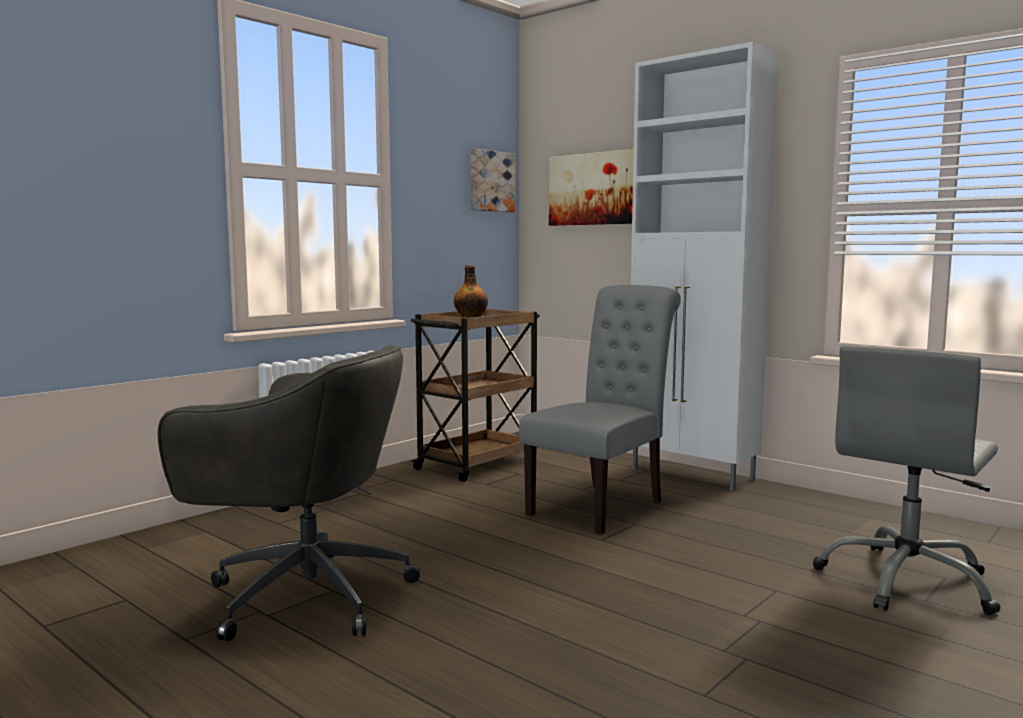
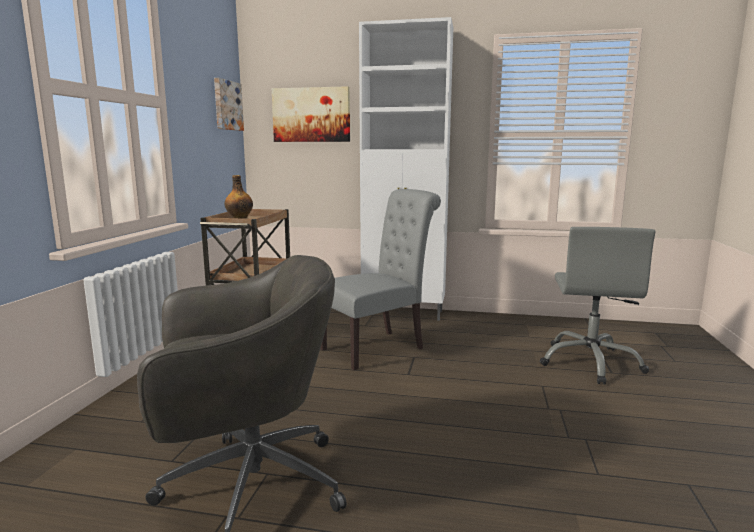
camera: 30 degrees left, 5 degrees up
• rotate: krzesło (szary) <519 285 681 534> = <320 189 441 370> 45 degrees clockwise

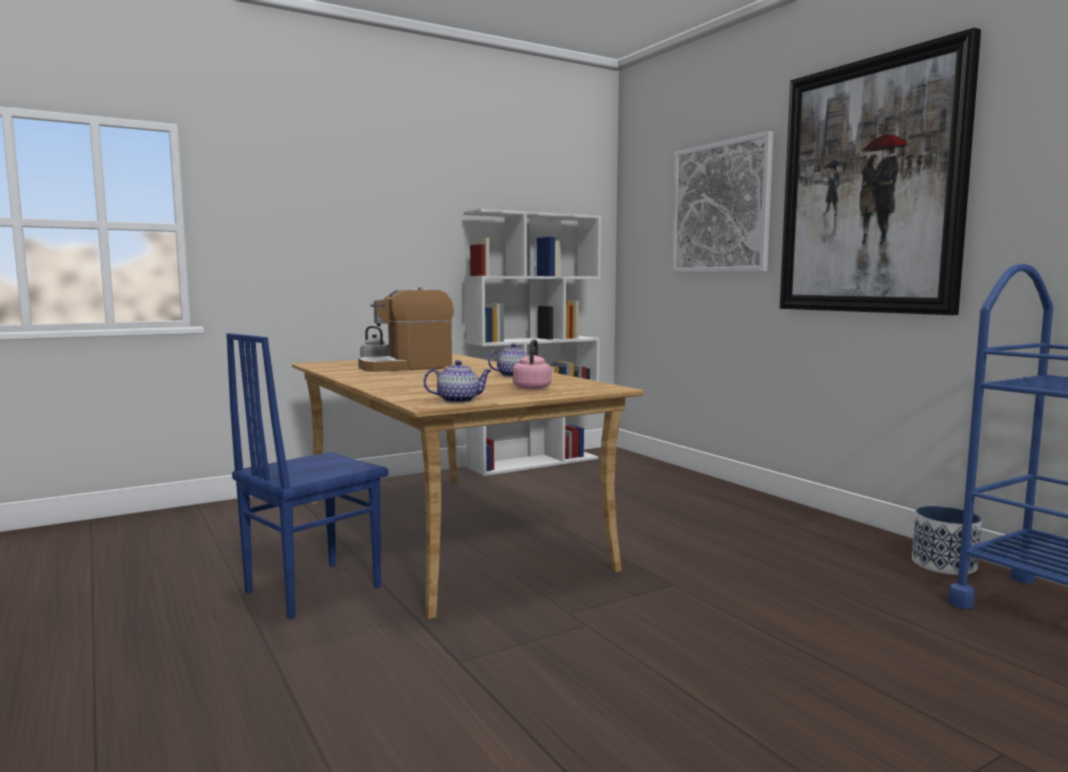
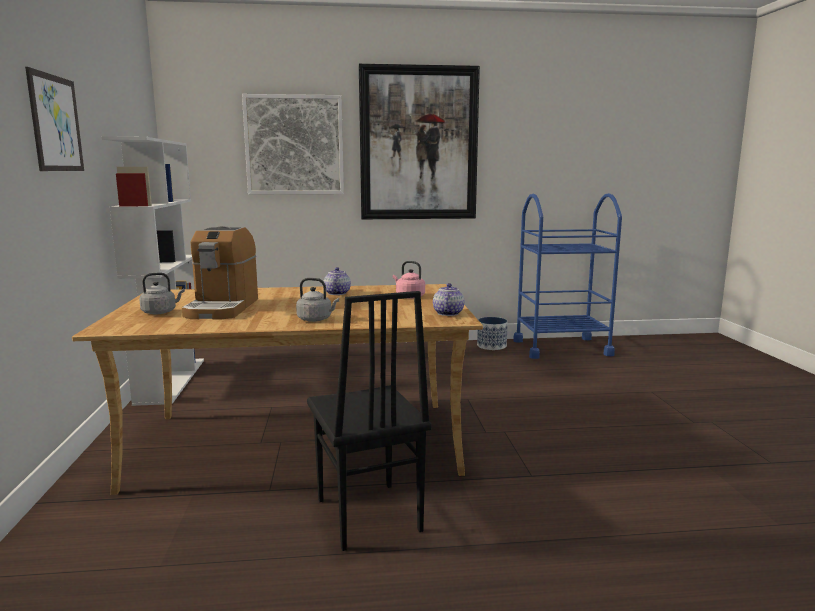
camera: 65 degrees left, 5 degrees up
• recolor: krzesło (niebieski) <226 333 388 619> to krzesło (czarny) <307 291 431 551>
• insert: obraz <25 67 84 171>
• insert: czajnik (szary) <296 278 339 322>

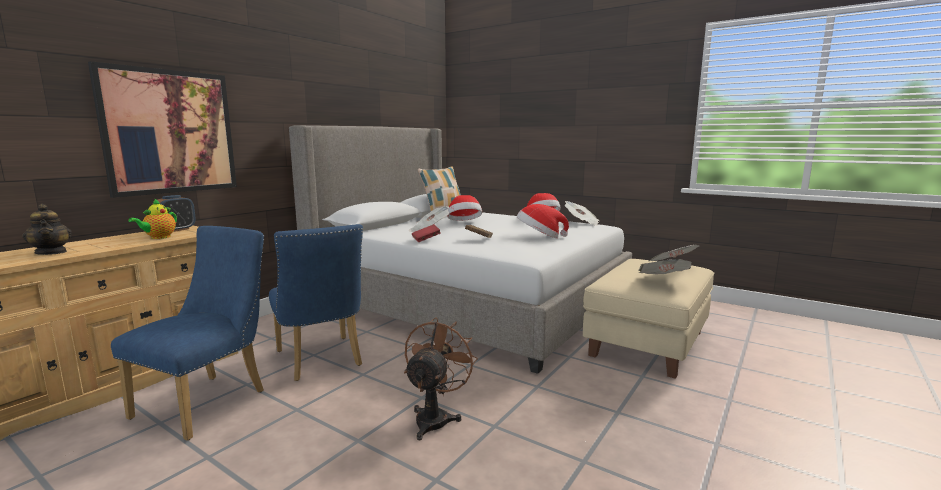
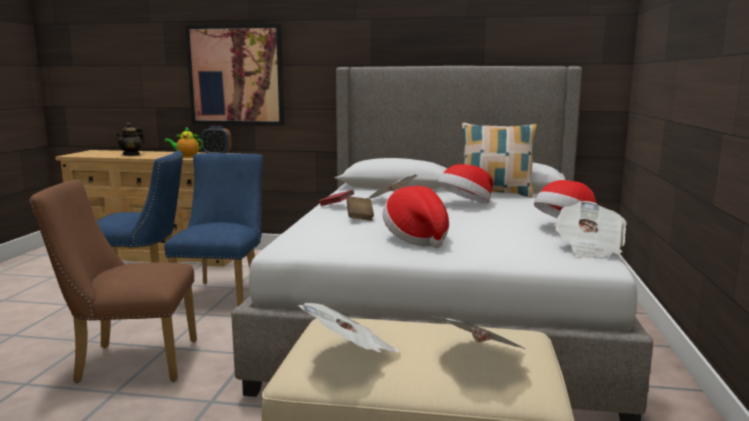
camera: 65 degrees right, 0 degrees up
• rotate: krzesło (niebieski) <269 224 363 381> = <164 153 263 306> 150 degrees clockwise
• replace: wentylator (brązowy) <404 317 478 440> to krzesło (brązowy) <29 179 197 383>

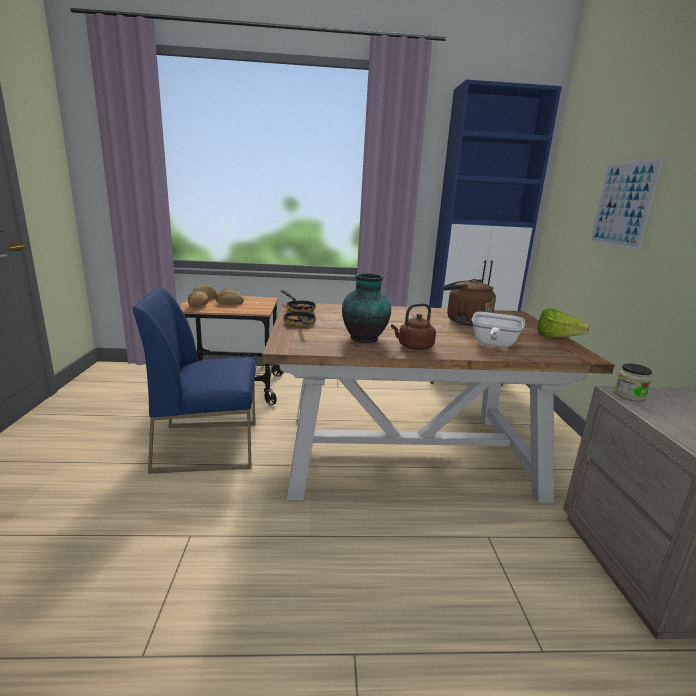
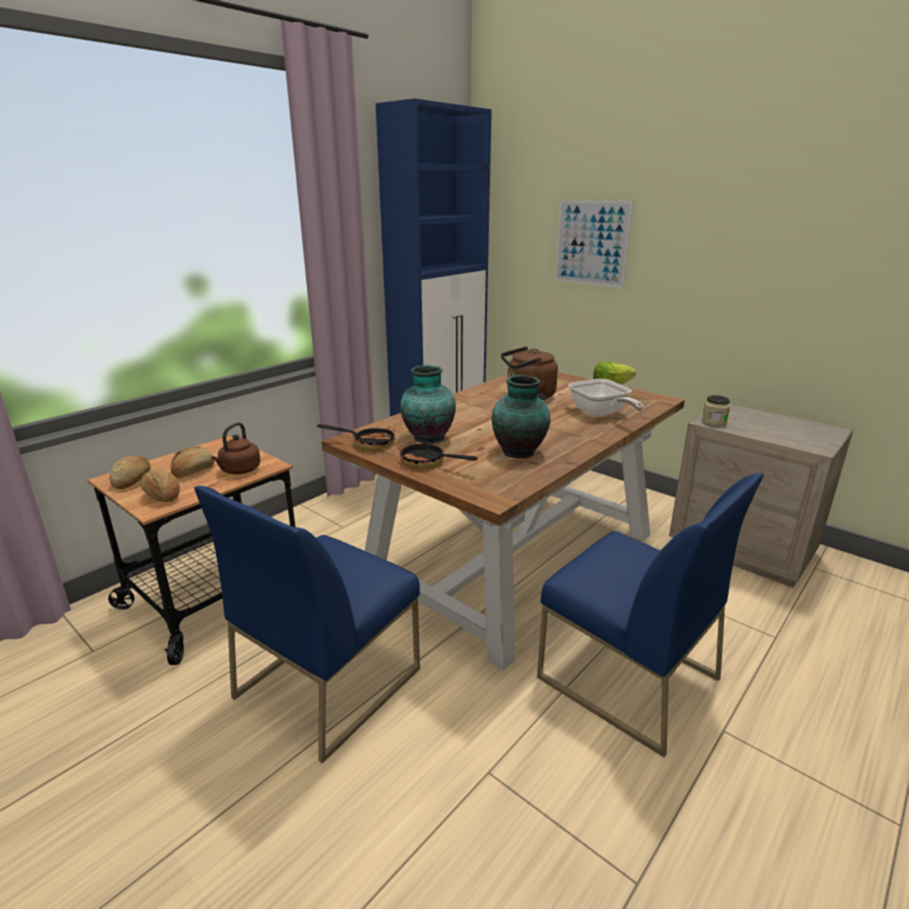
camera: 45 degrees left, 5 degrees up
• move: czajnik (brązowy) <391 303 436 350> to <212 422 261 474>
• insert: wazon <400 365 456 444>
• insert: krzesło (niebieski) <537 473 764 757>

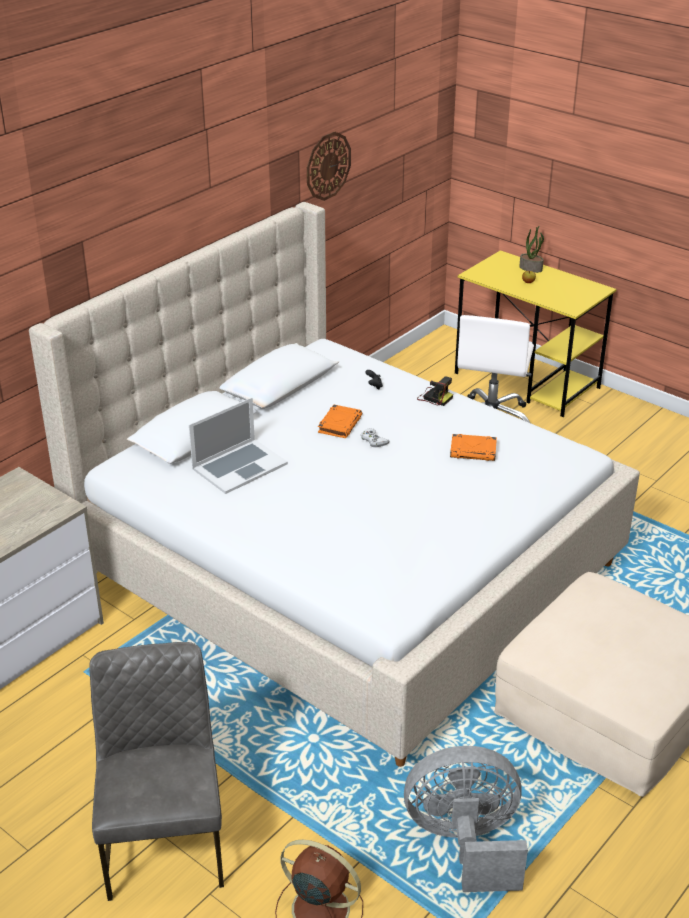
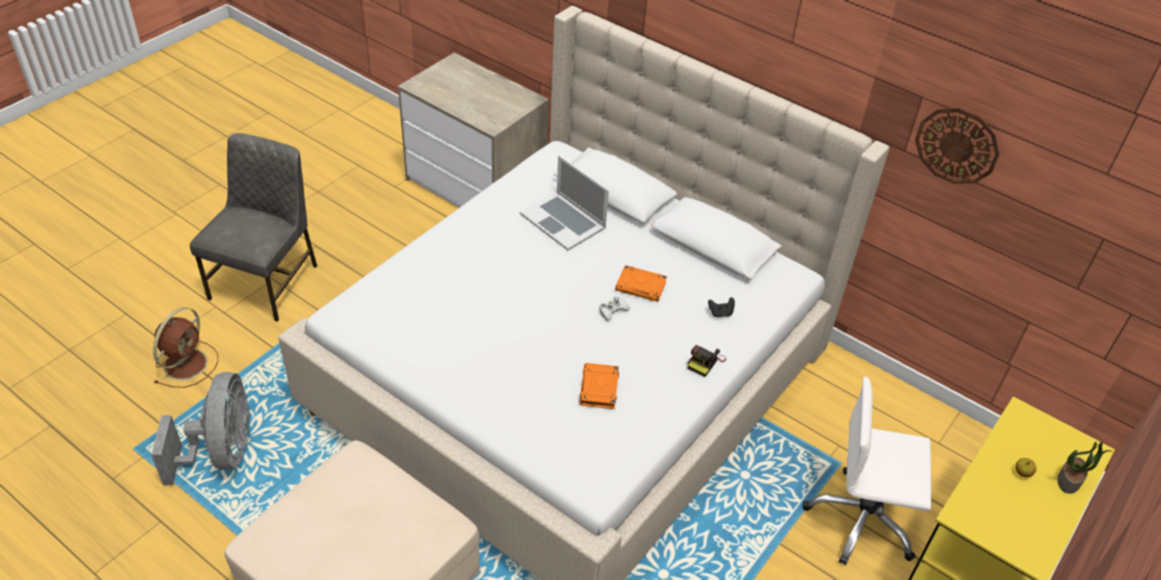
camera: 85 degrees right, 10 degrees up
• rotate: krzesło (szary) <89 642 224 901> = <190 133 317 322> 60 degrees counterclockwise

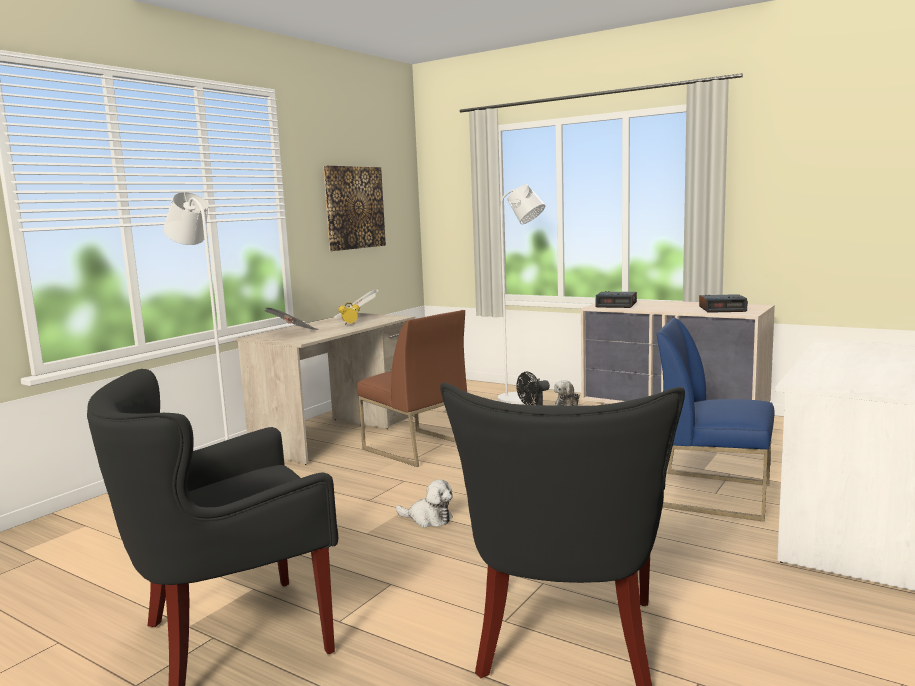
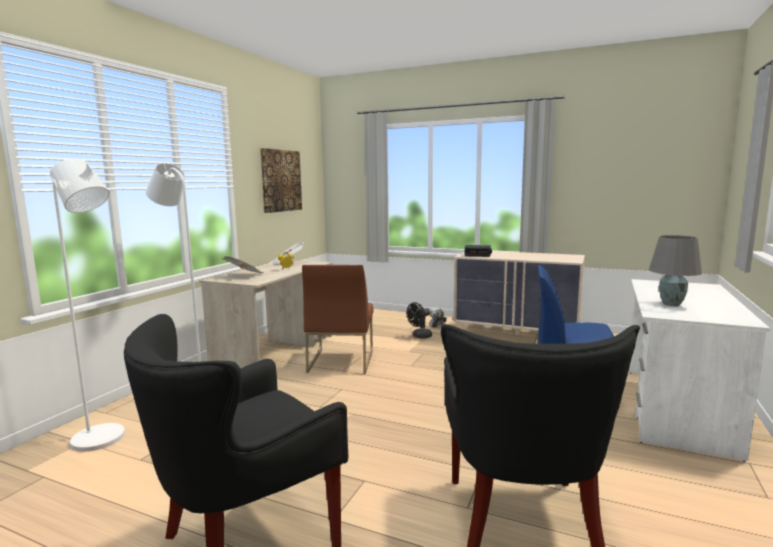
camera: 10 degrees left, 0 degrees up
• rotate: krzesło (brązowy) <357 310 467 467> = <302 265 374 374> 60 degrees clockwise
• delete: pluszak <396 479 453 527>
• move: lampa stojąca (biały) <498 184 545 404> to <50 158 125 452>
• delete: budzik <699 294 748 313>
• insert: lampa stołowa (szary) <649 235 702 306>

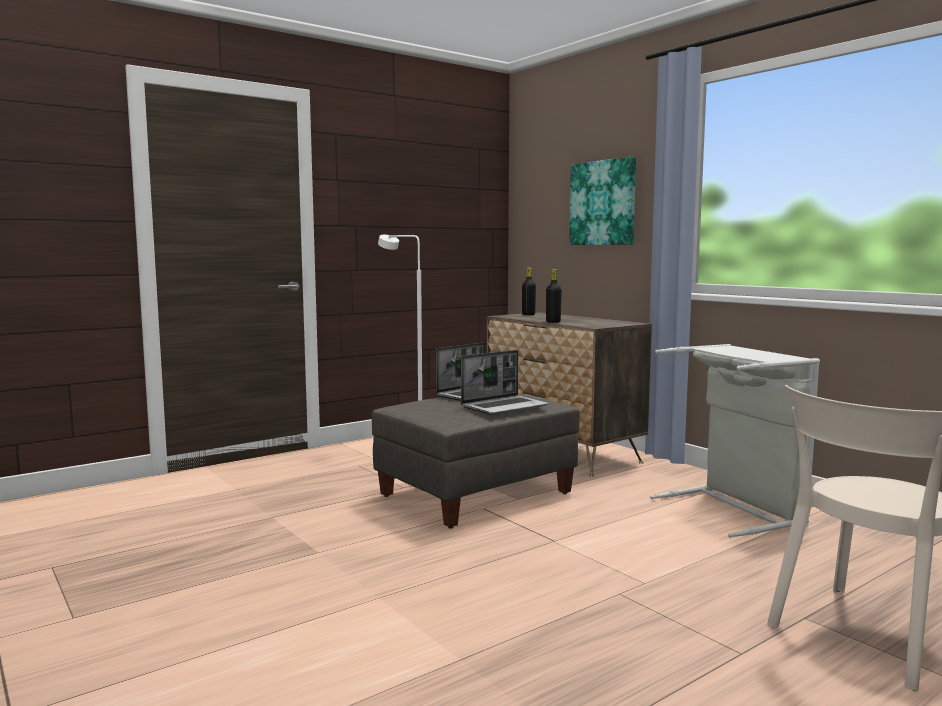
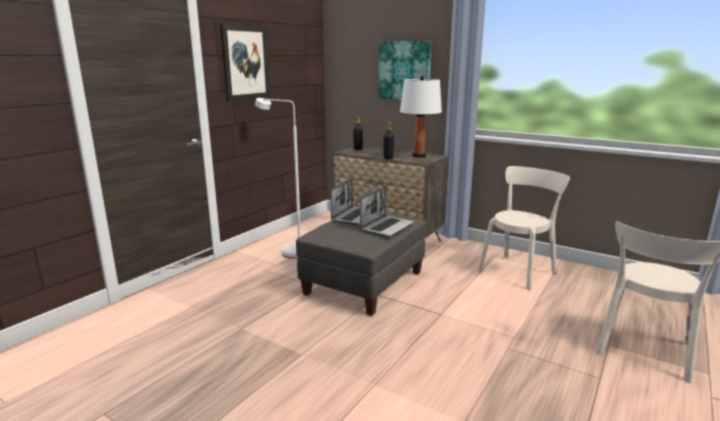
camera: 20 degrees left, 10 degrees up
• replace: kosz na pranie (szary) <650 344 820 538> to krzesło (beżowy) <477 166 570 290>
• insert: obraz <220 24 271 101>
• insert: lampa stołowa (biały) <400 76 442 157>

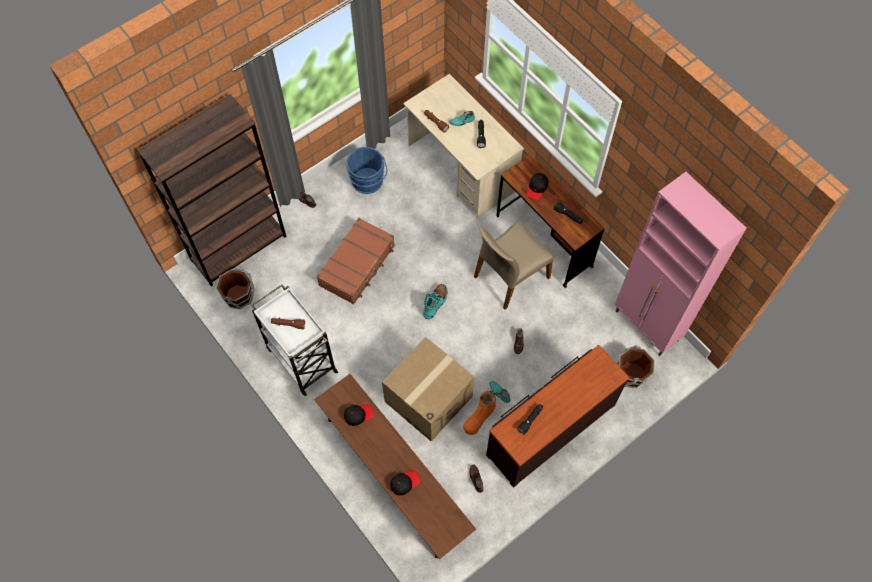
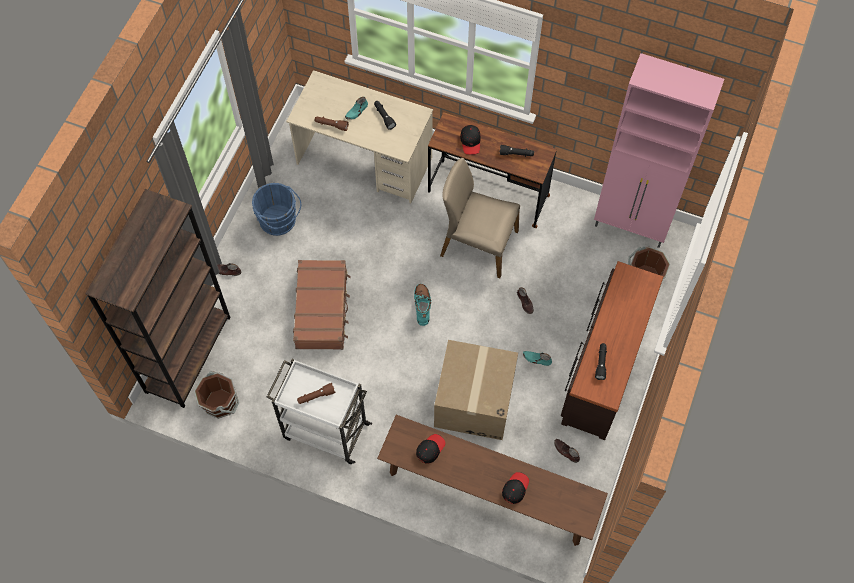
camera: 30 degrees left, 0 degrees up
• delete: but z cholewką (pomarańczowy) <463 391 496 435>
• rotate: krzesło (beżowy) <474 221 553 310> = <440 158 520 278> 90 degrees clockwise

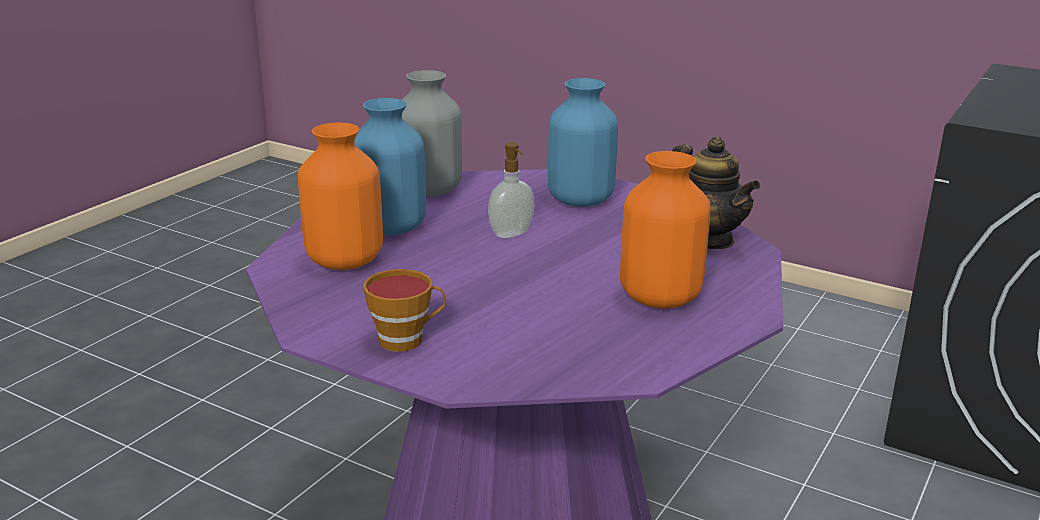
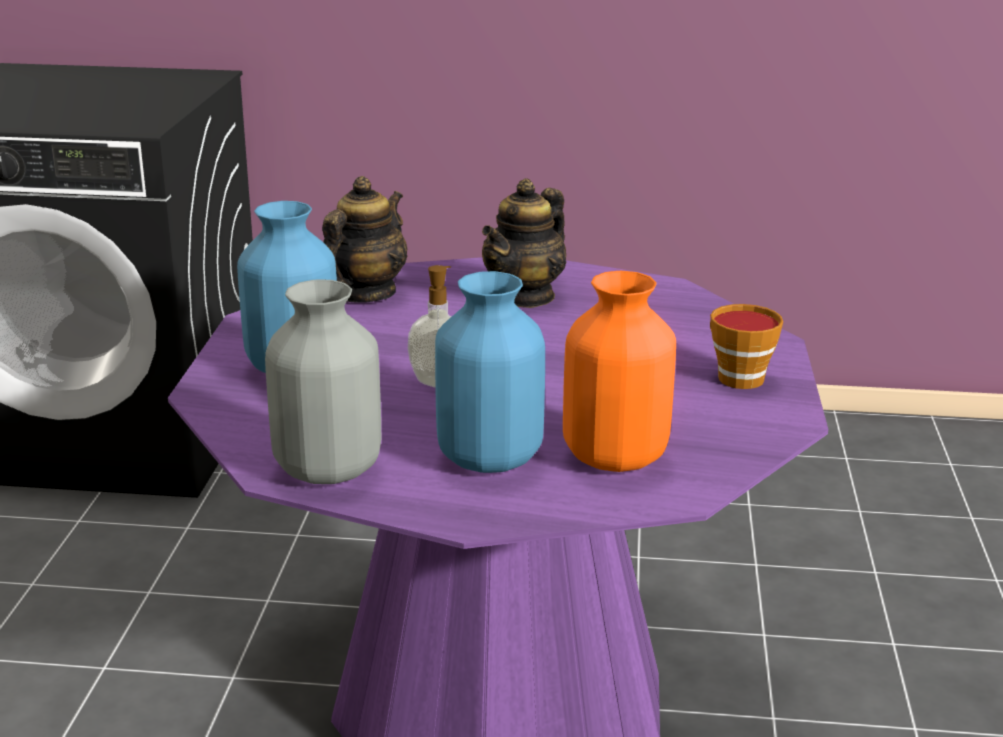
camera: 115 degrees left, 0 degrees up
• replace: wazon (pomarańczowy) <620 151 711 309> to imbryk <482 178 566 308>

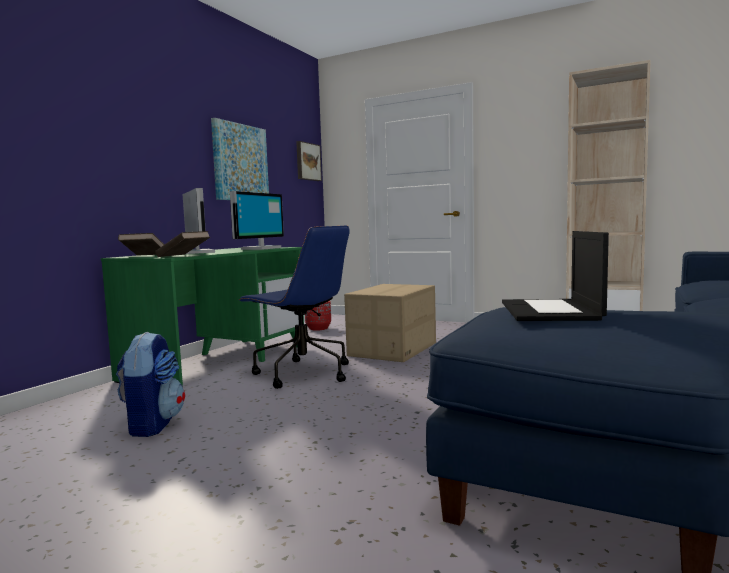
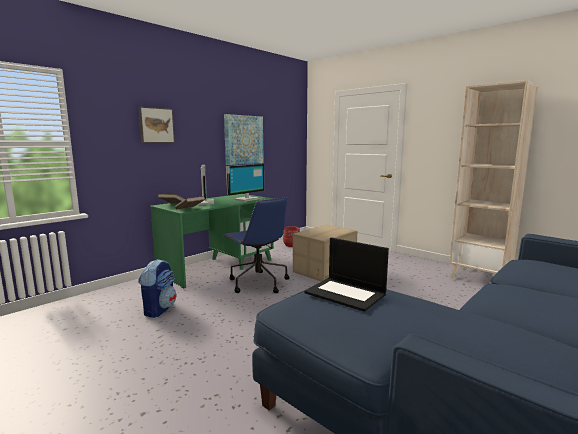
camera: 15 degrees right, 5 degrees up
• move: obraz <296 141 322 181> to <139 107 175 143>
• rotate: laptop <502 231 609 321> = <304 237 389 312> 75 degrees counterclockwise

